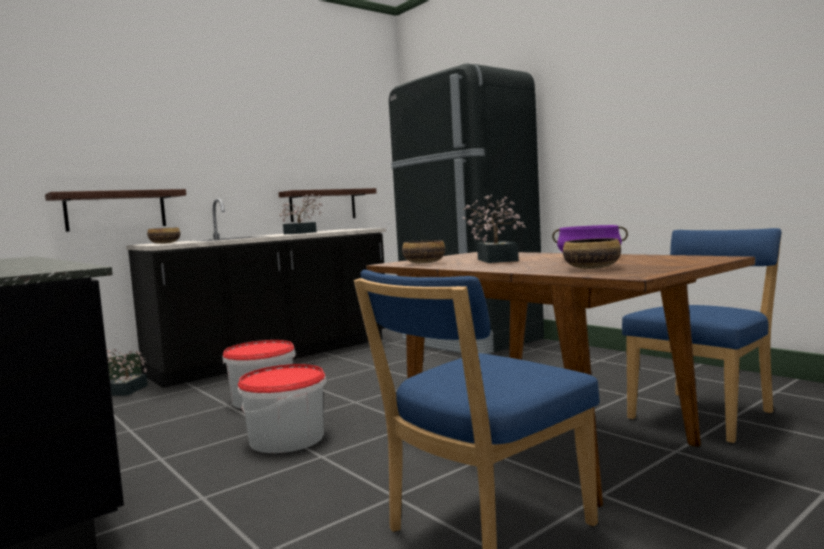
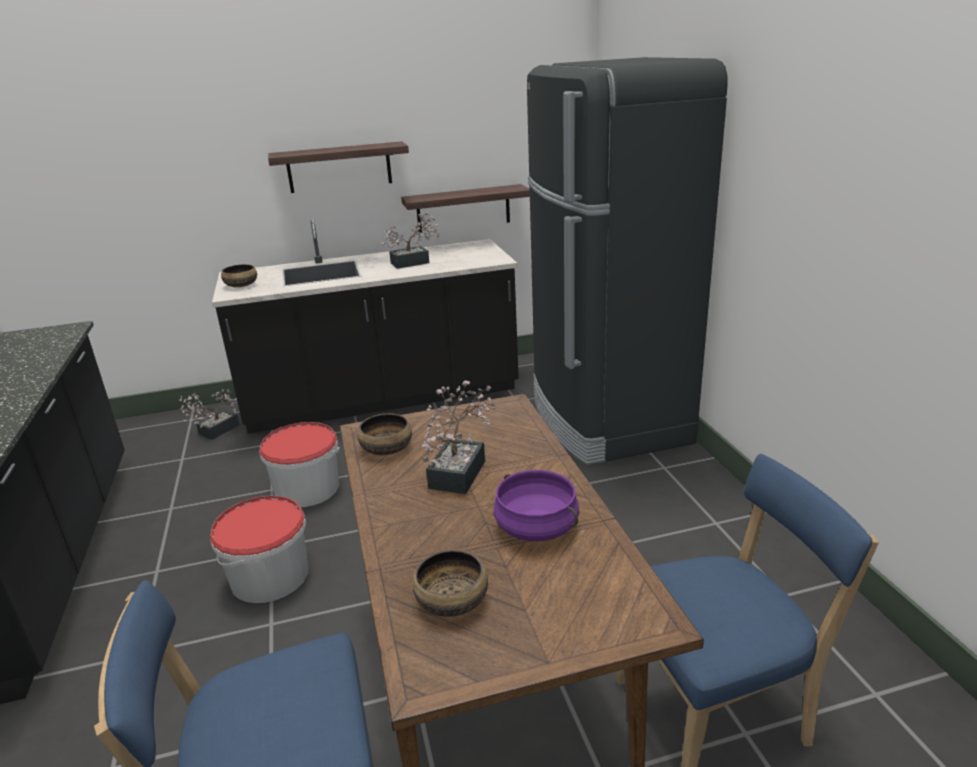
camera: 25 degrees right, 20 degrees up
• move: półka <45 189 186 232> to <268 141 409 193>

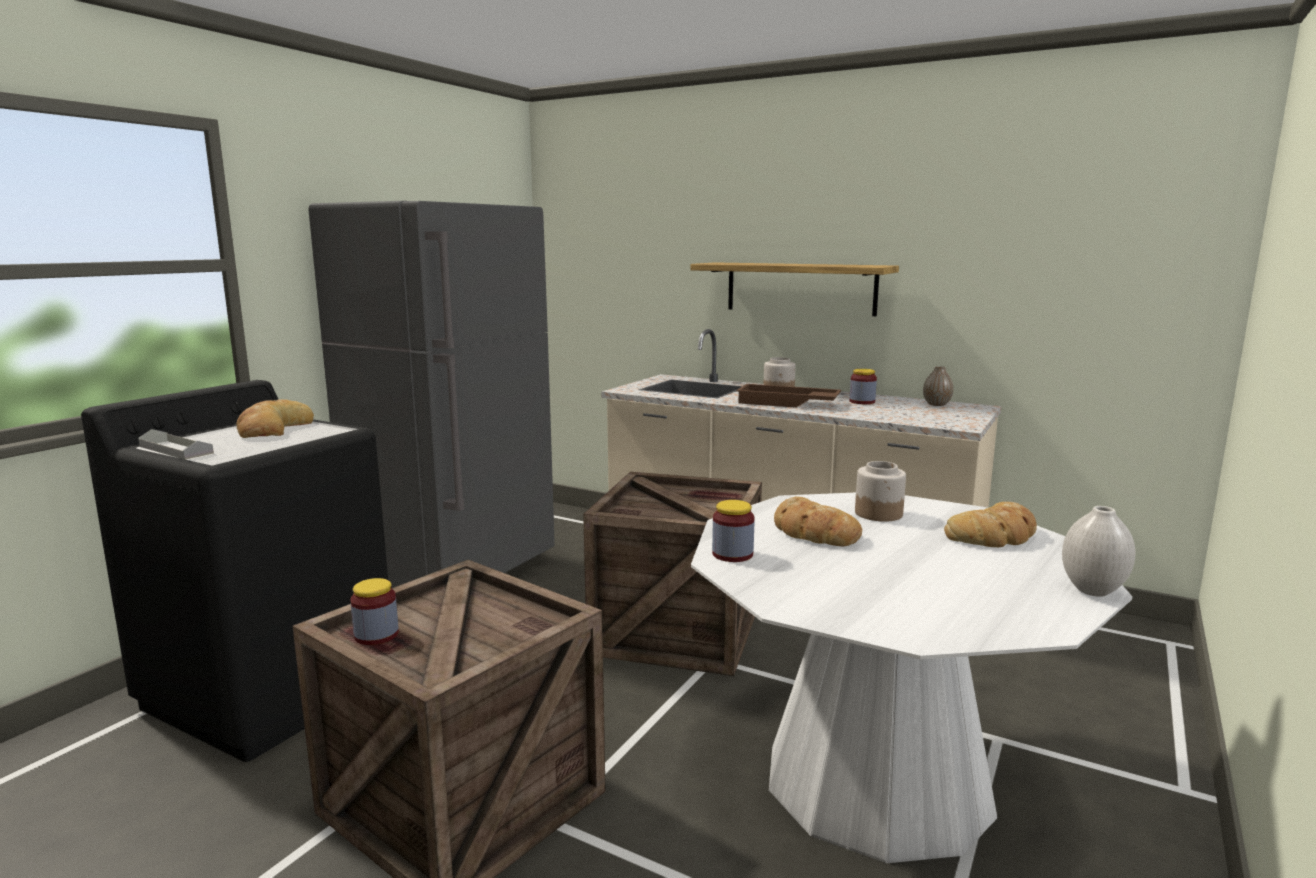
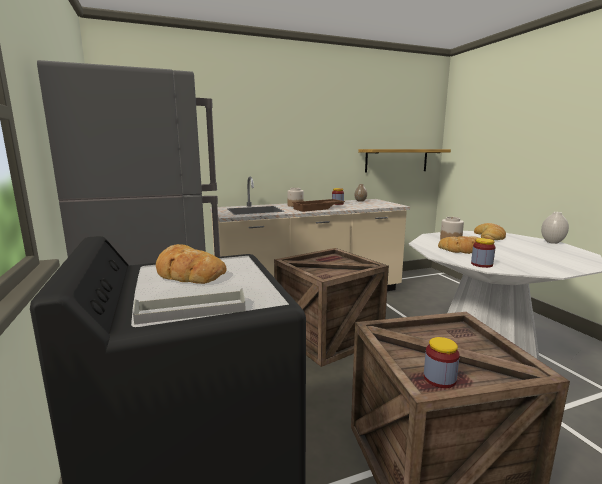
camera: 50 degrees left, 0 degrees up
• move: półka <690 262 899 316> to <358 149 451 173>

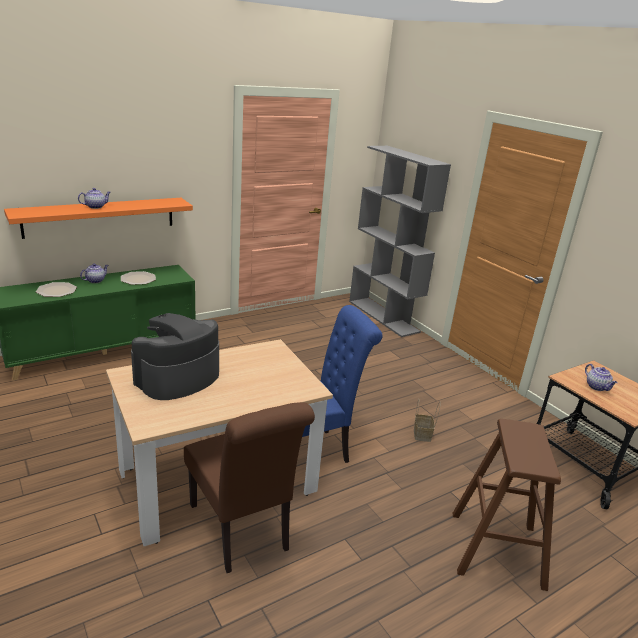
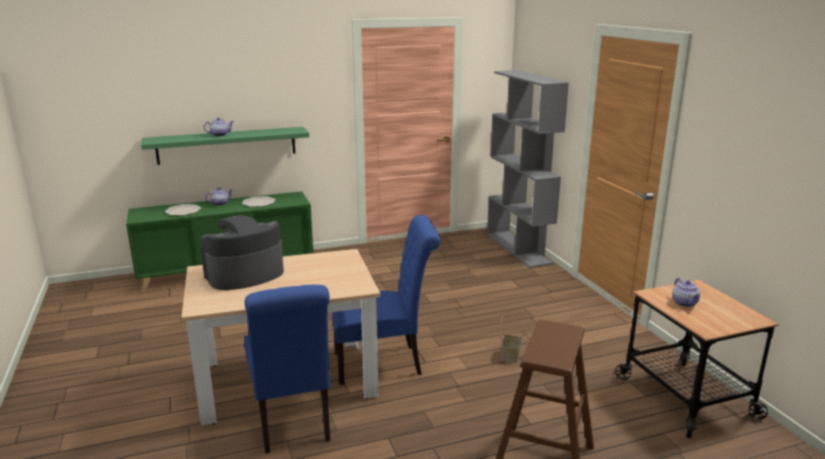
camera: 15 degrees right, 5 degrees down
• recolor: półka (pomarańczowy) <4 198 193 239> to półka (zielony) <141 127 309 165>
• recolor: krzesło (brązowy) <184 402 315 573> to krzesło (niebieski) <244 285 330 454>

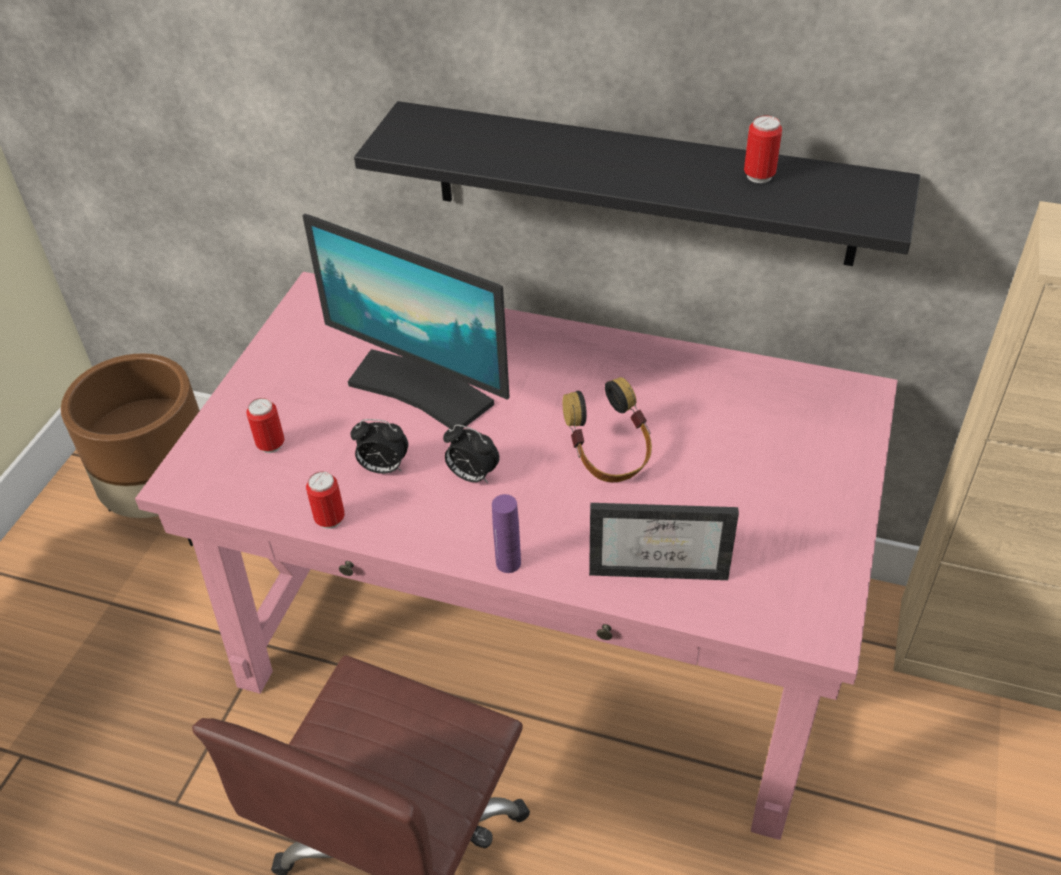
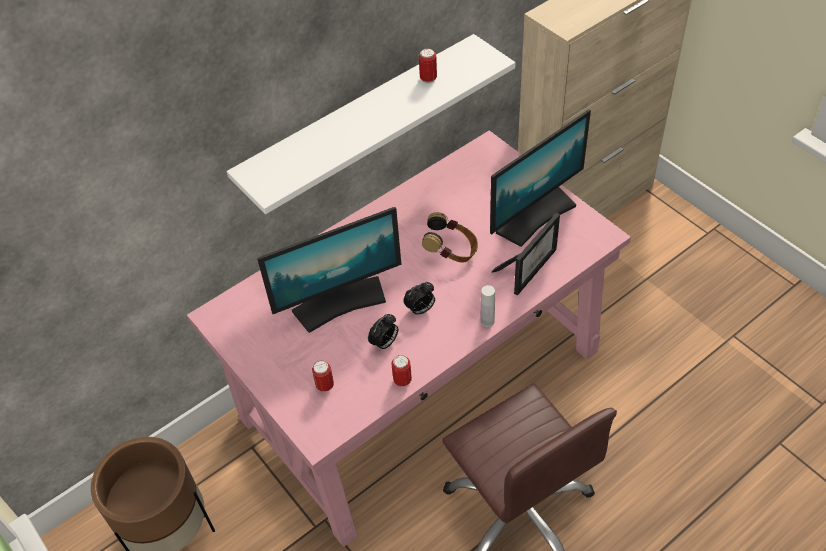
camera: 55 degrees left, 5 degrees up
• recolor: półka (czarny) <354 101 920 266> to półka (biały) <227 34 515 214>
• recolor: butelka (fioletowy) <492 494 521 573> to butelka (biały) <481 285 495 327>
• insert: monitor <490 110 591 247>

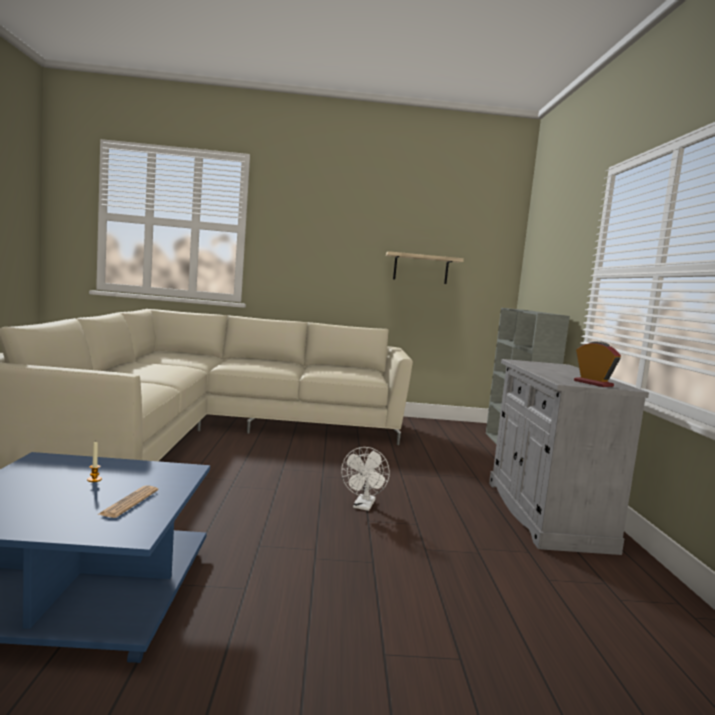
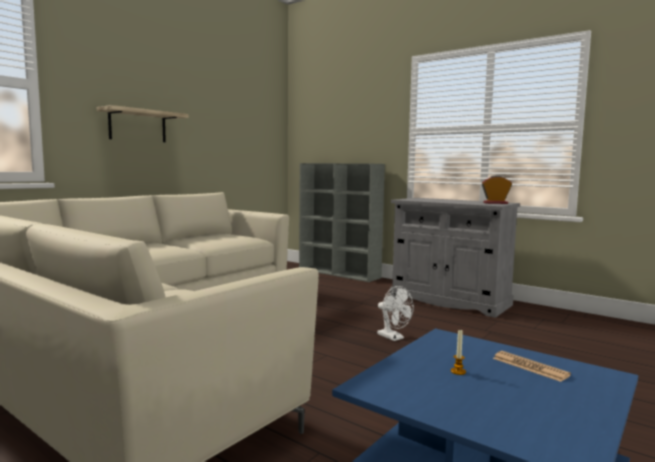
camera: 50 degrees left, 0 degrees up
• move: półka <386 251 464 284> to <97 105 189 142>

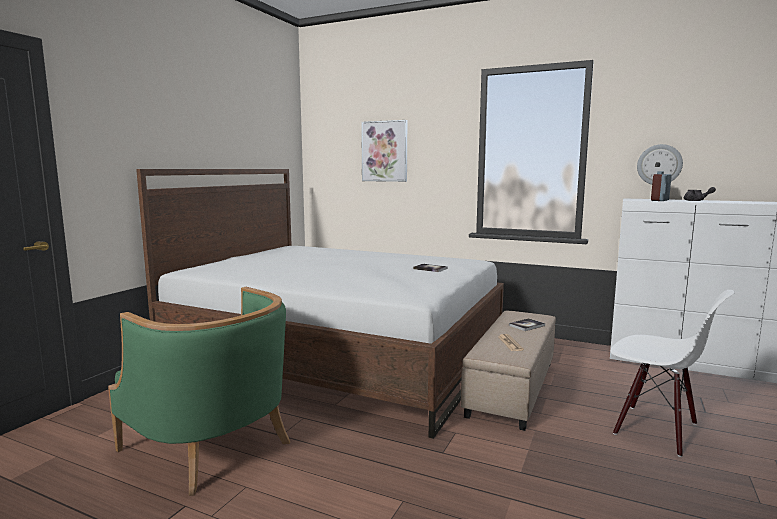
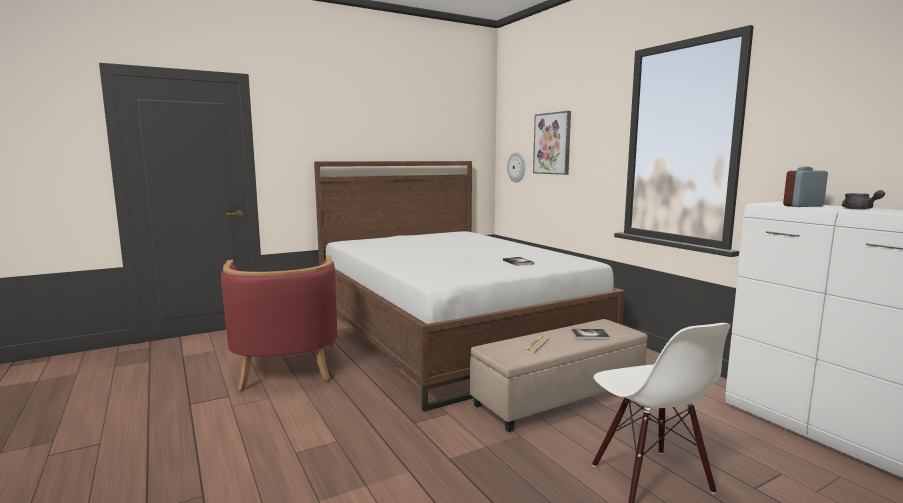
camera: 35 degrees right, 0 degrees up
• recolor: fotel (zielony) <108 287 290 496> to fotel (czerwony) <221 255 337 392>
• move: zegar ścienny <637 144 683 185> to <507 153 525 182>

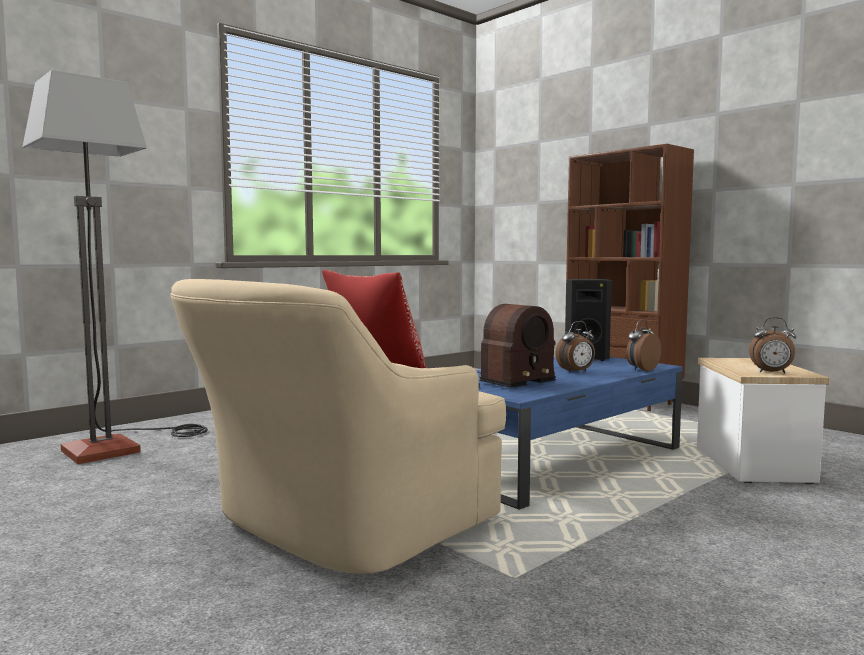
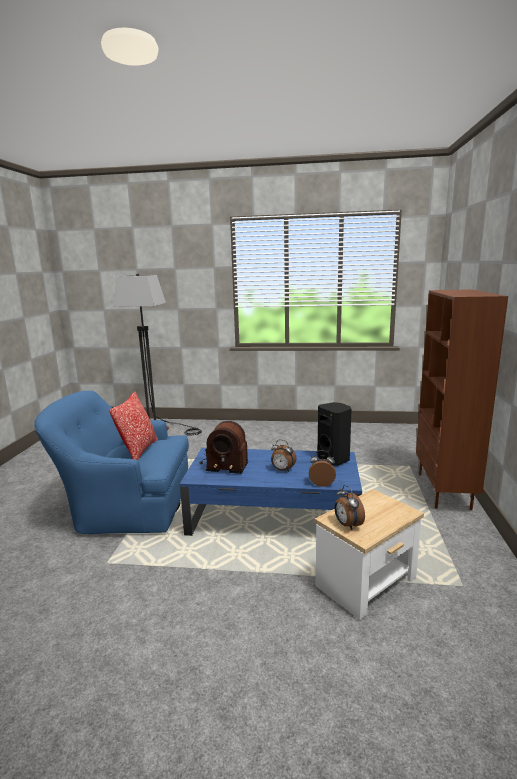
camera: 50 degrees right, 10 degrees up
• recolor: fotel (beżowy) <170 279 506 574> to fotel (niebieski) <34 390 189 534>

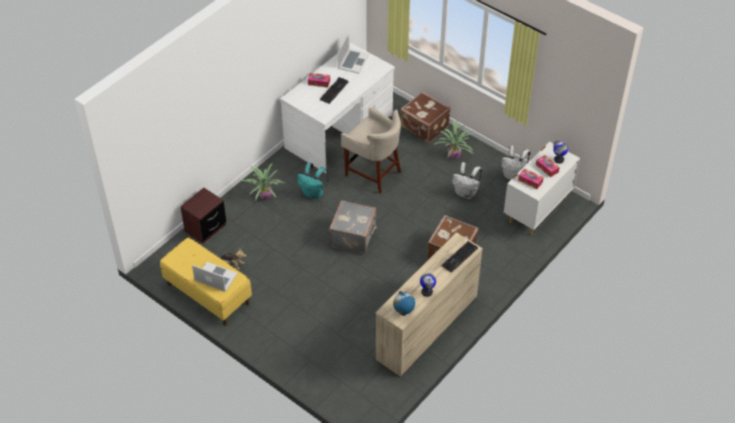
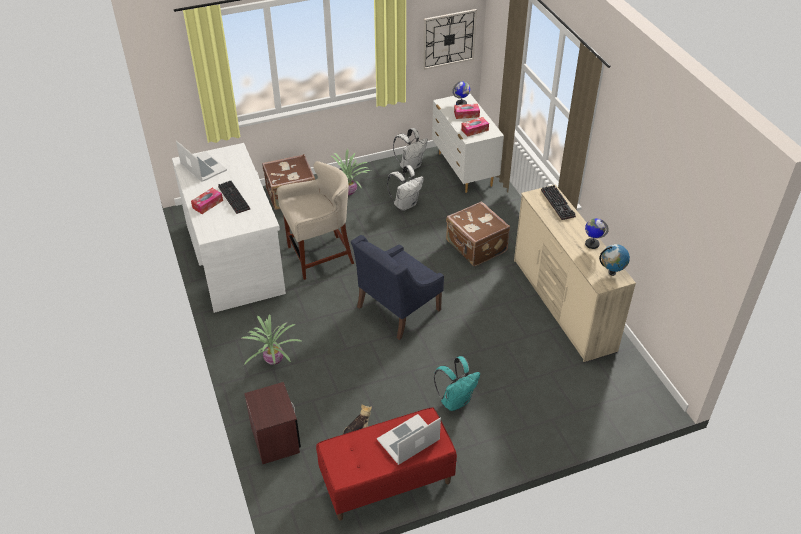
camera: 60 degrees left, 5 degrees down
• recolor: ławka (żółty) <160 237 252 326> to ławka (czerwony) <316 407 457 520>
• move: plecak (turkusowy) <297 163 329 200> to <434 356 480 411>
• replace: walizka (szary) <329 200 377 254> to fotel (niebieski) <351 235 444 340>
• insert: zegar ścienny <423 9 477 70>

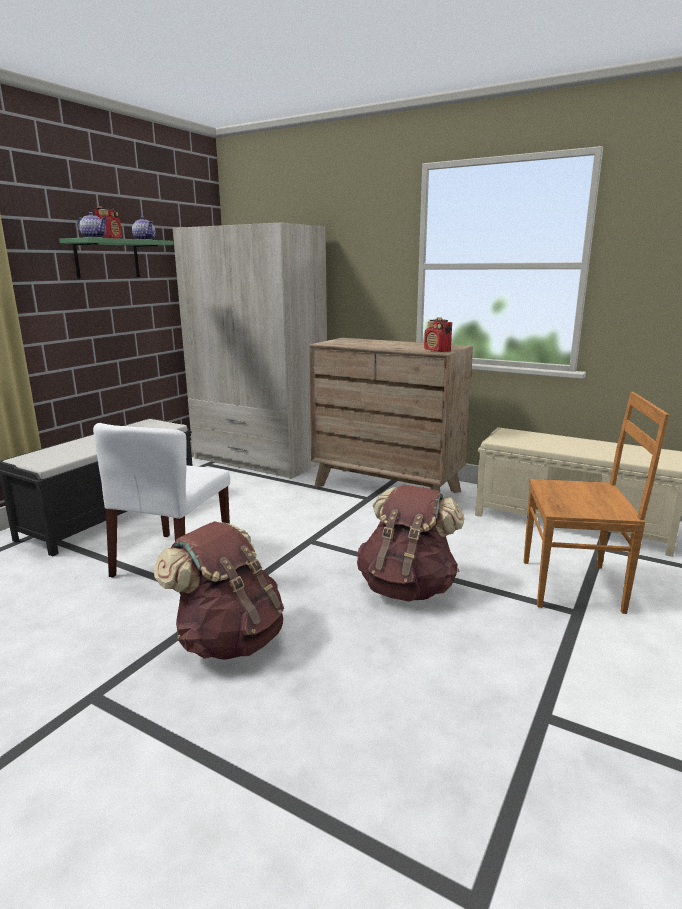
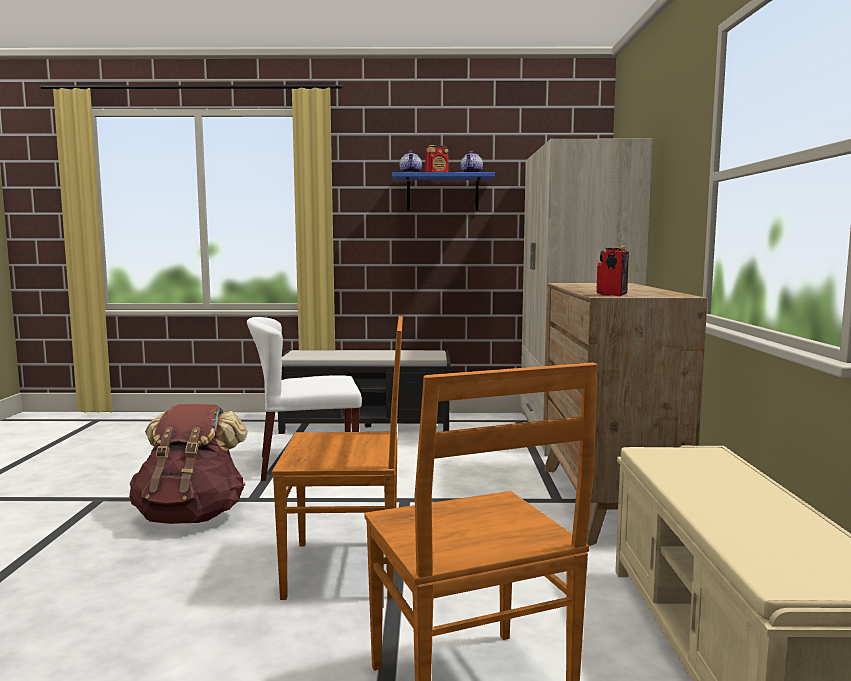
camera: 60 degrees right, 10 degrees down
• recolor: półka (zielony) <59 237 173 279> to półka (niebieski) <392 172 495 211>
• replace: plecak (brązowy) <357 484 465 602> to krzesło (brązowy) <272 316 403 600>

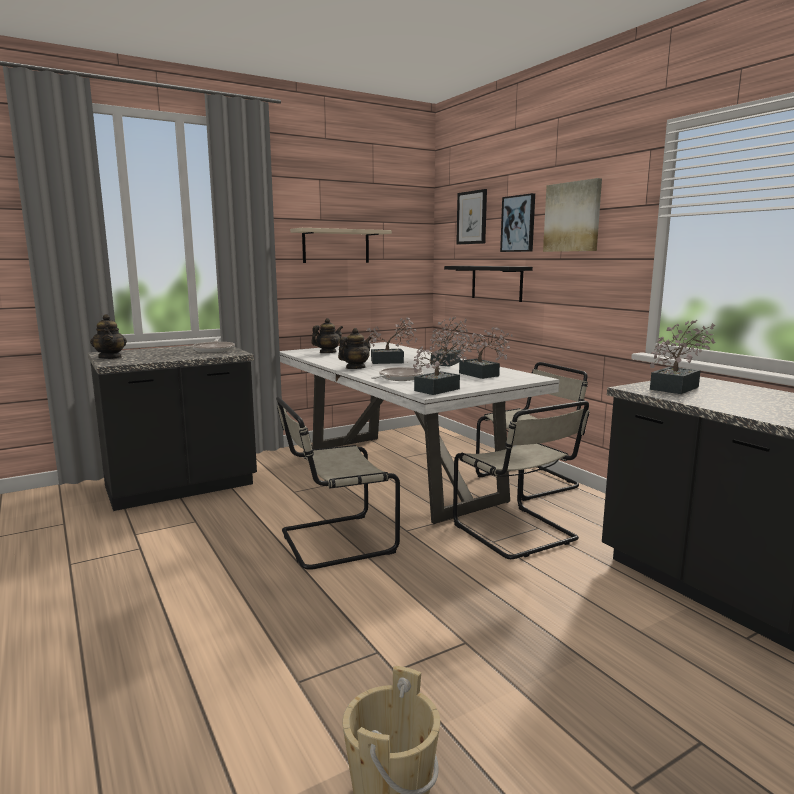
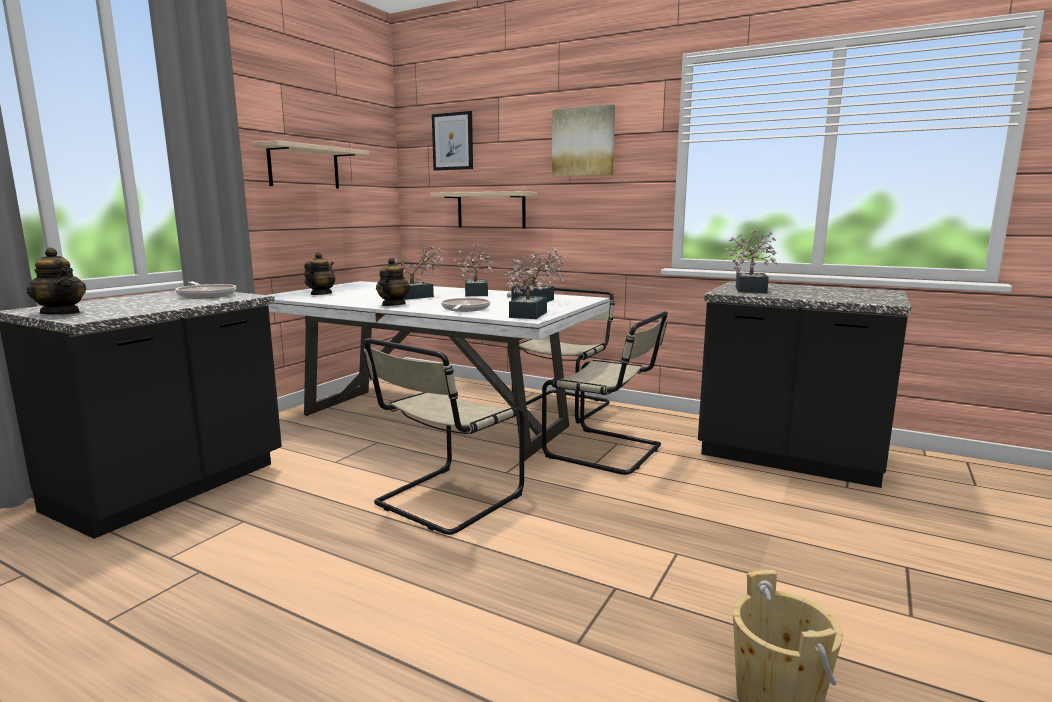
camera: 30 degrees left, 0 degrees up
• recolor: półka (czarny) <444 266 533 302> to półka (beżowy) <430 191 537 229>
• delete: obraz <500 193 535 252>

